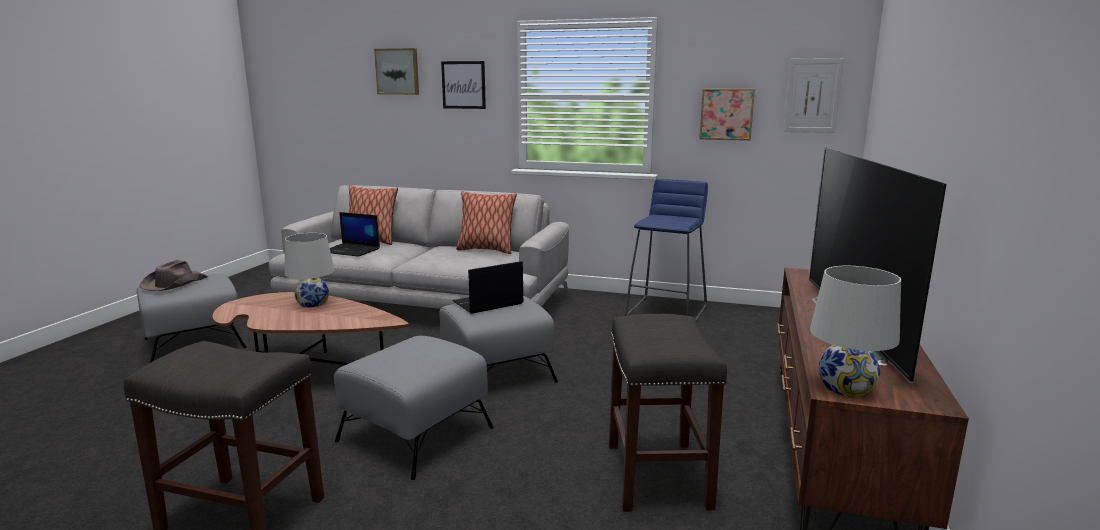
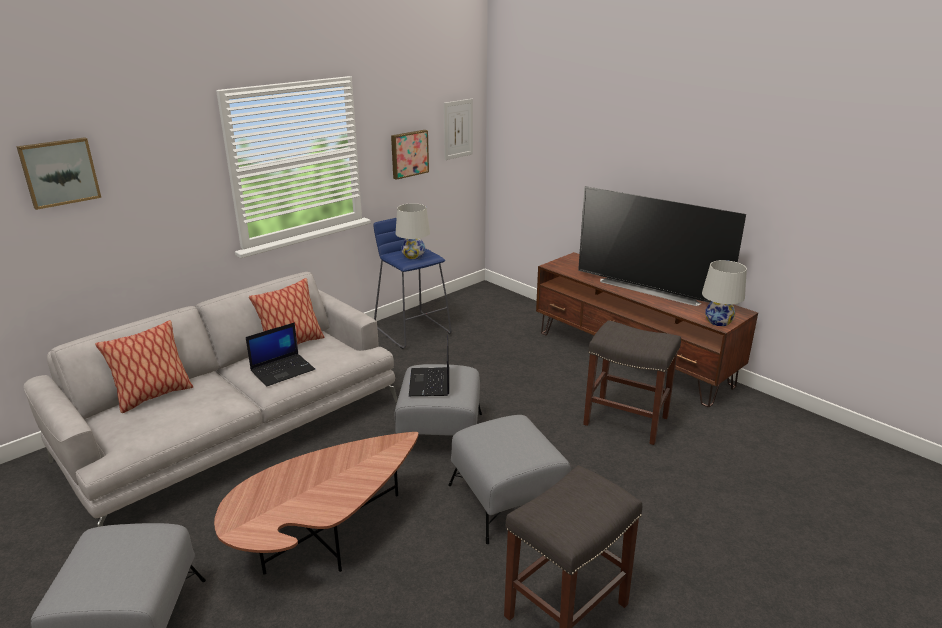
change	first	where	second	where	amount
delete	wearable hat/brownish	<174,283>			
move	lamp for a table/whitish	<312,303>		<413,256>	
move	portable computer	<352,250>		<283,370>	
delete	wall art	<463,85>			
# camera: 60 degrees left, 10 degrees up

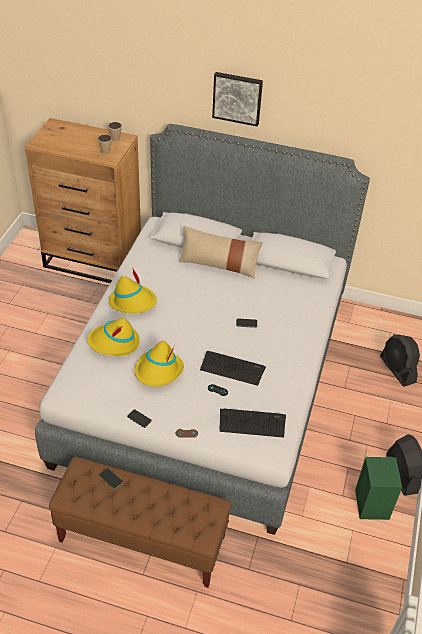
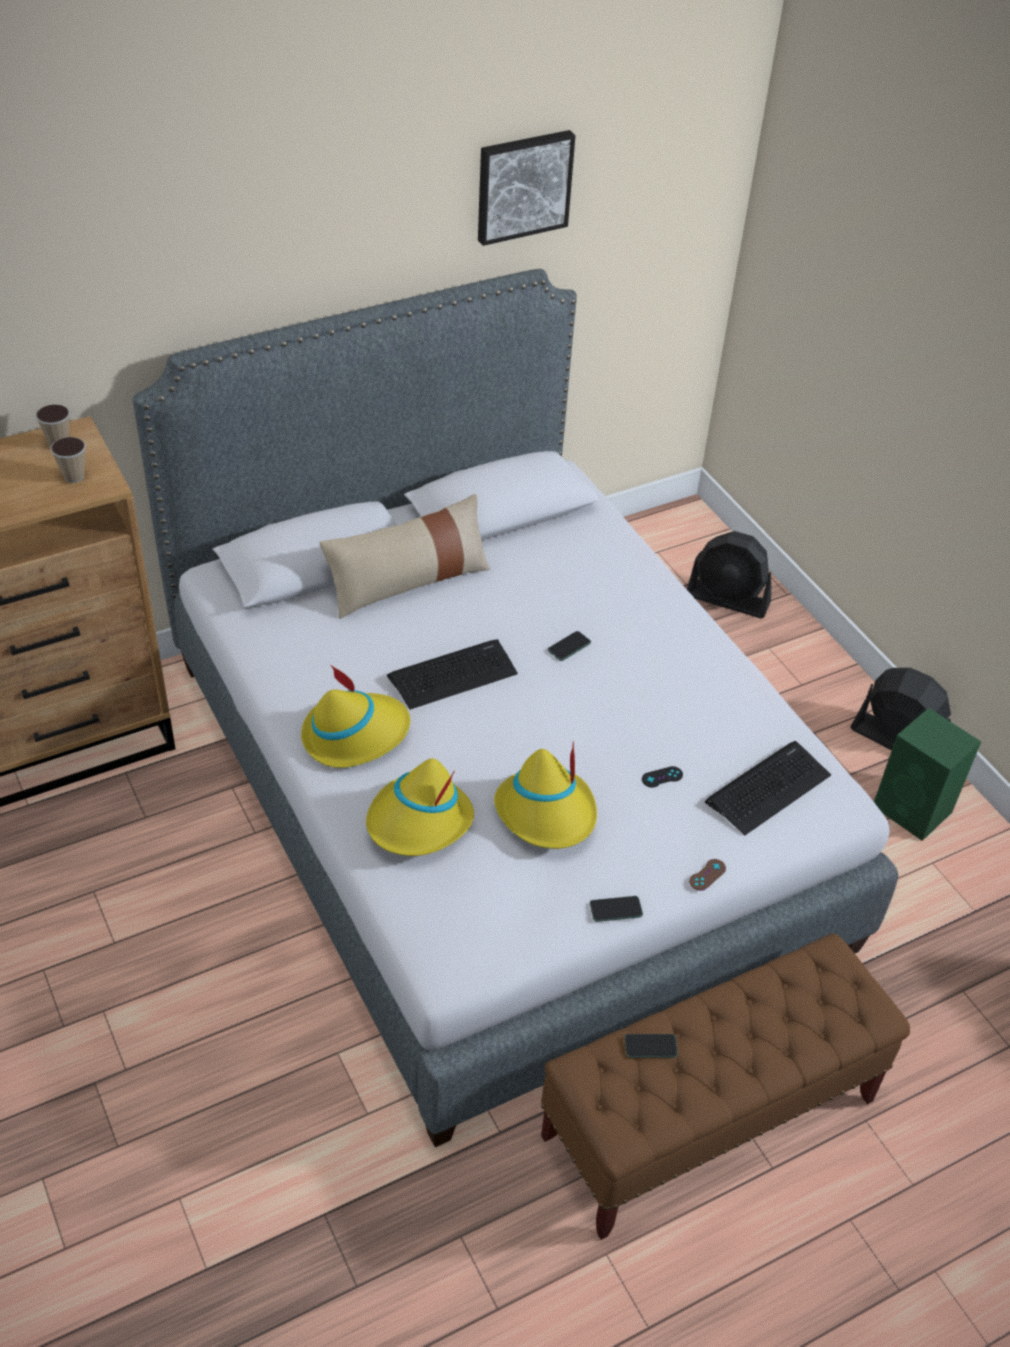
change	first	where	second	where	amount
move	PC keyboard	<232,368>		<453,674>	
move	wall art	<237,98>		<523,185>	
# camera: 45 degrees left, 0 degrees up

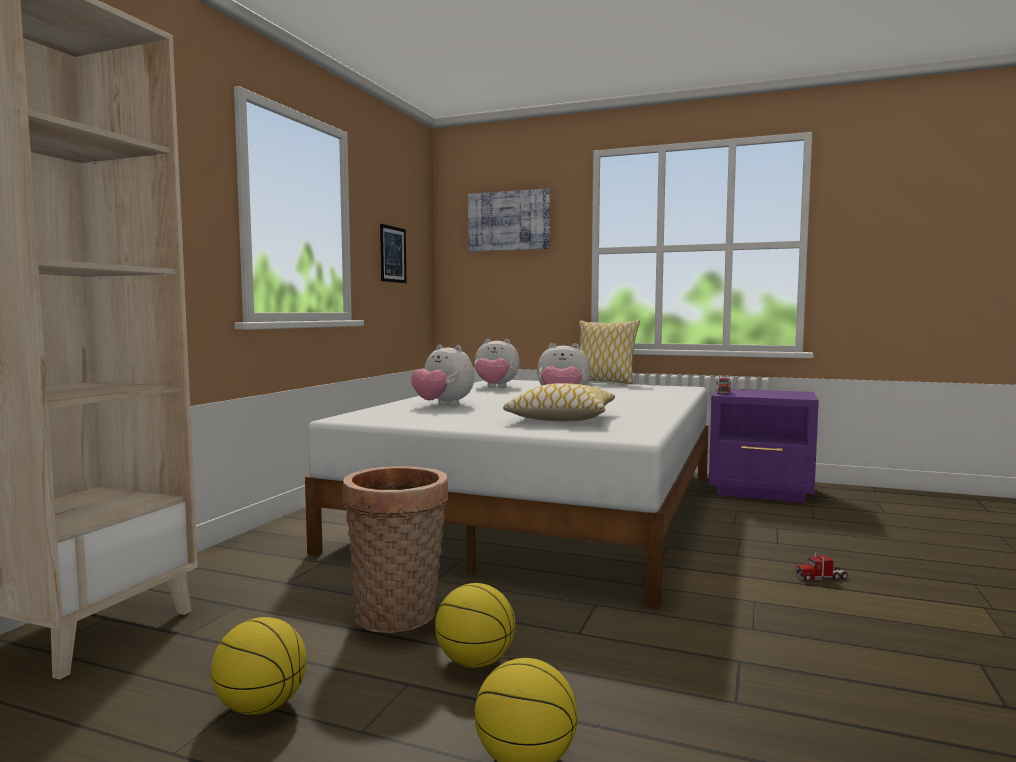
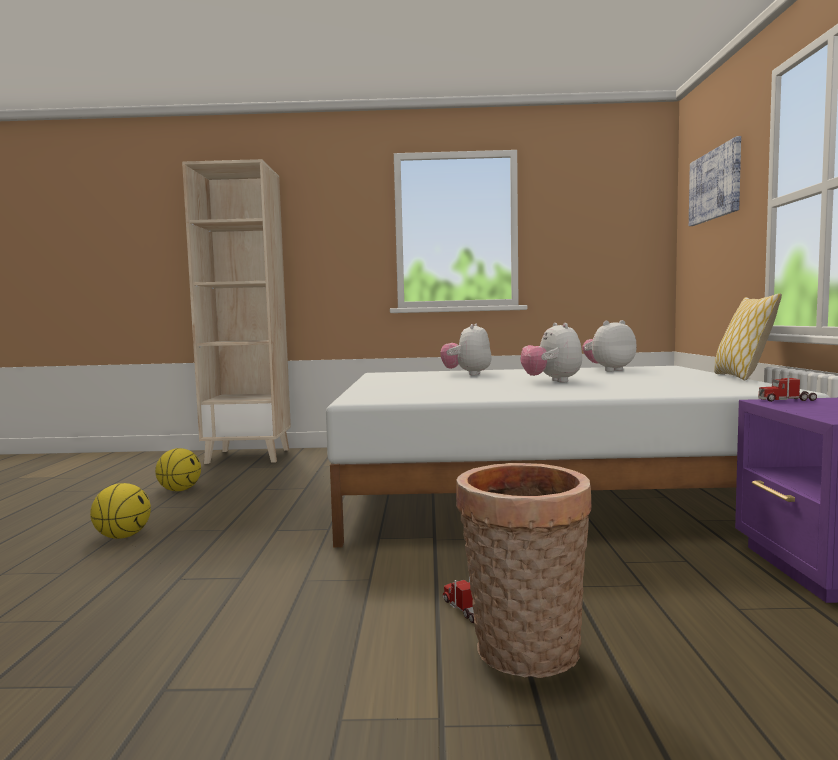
change	first	where	second	where	amount
move	storage basket	<398,618>		<524,654>	
delete	wall art	<393,254>			
delete	ball for basketball	<474,662>			
rotate	cuddly toy	<495,387>		<609,370>	75 degrees clockwise
delete	throw pillow	<561,418>			
# camera: 70 degrees right, 0 degrees up

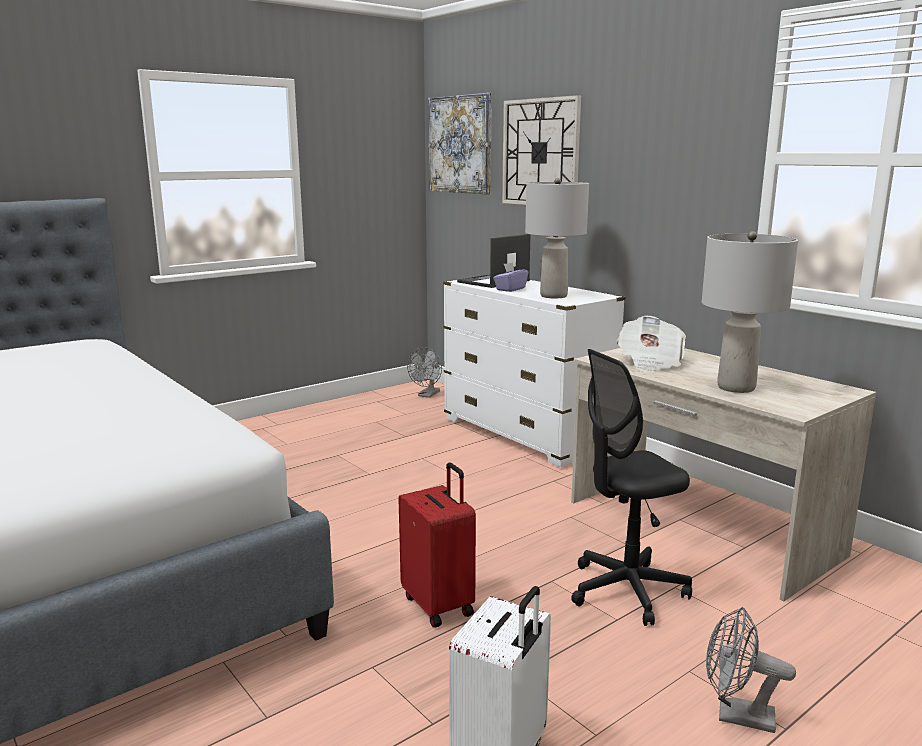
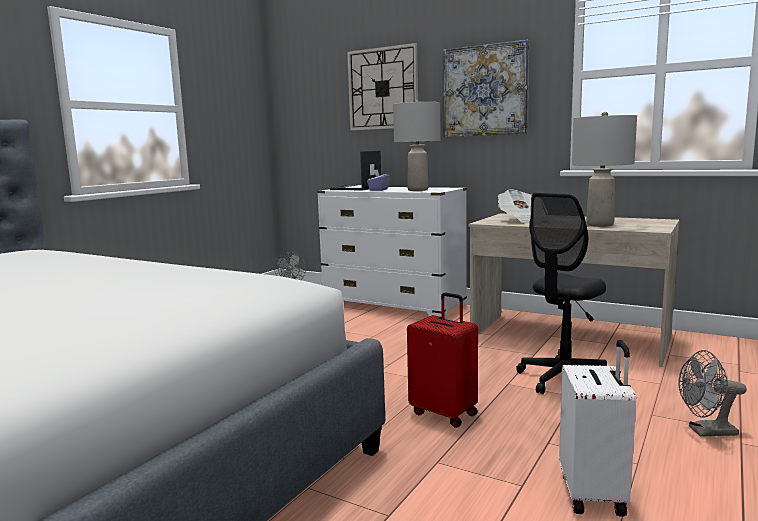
change	first	where	second	where	amount
move	wall art	<460,144>		<485,91>	
# camera: 20 degrees left, 5 degrees down

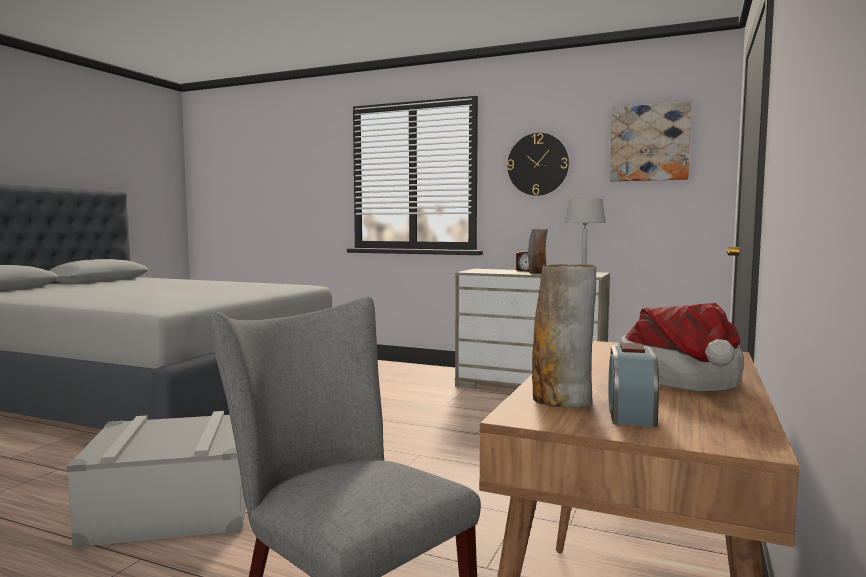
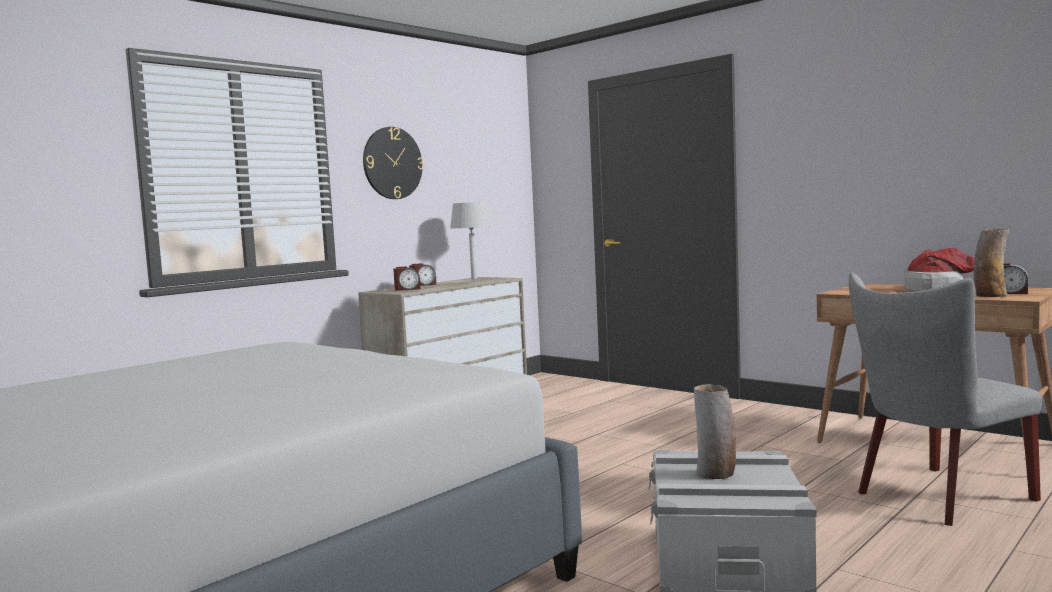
change	first	where	second	where	amount
move	flower vase	<537,273>		<715,474>	
delete	wall art	<649,143>			
insert			table clock	<407,289>	
# camera: 70 degrees left, 0 degrees up

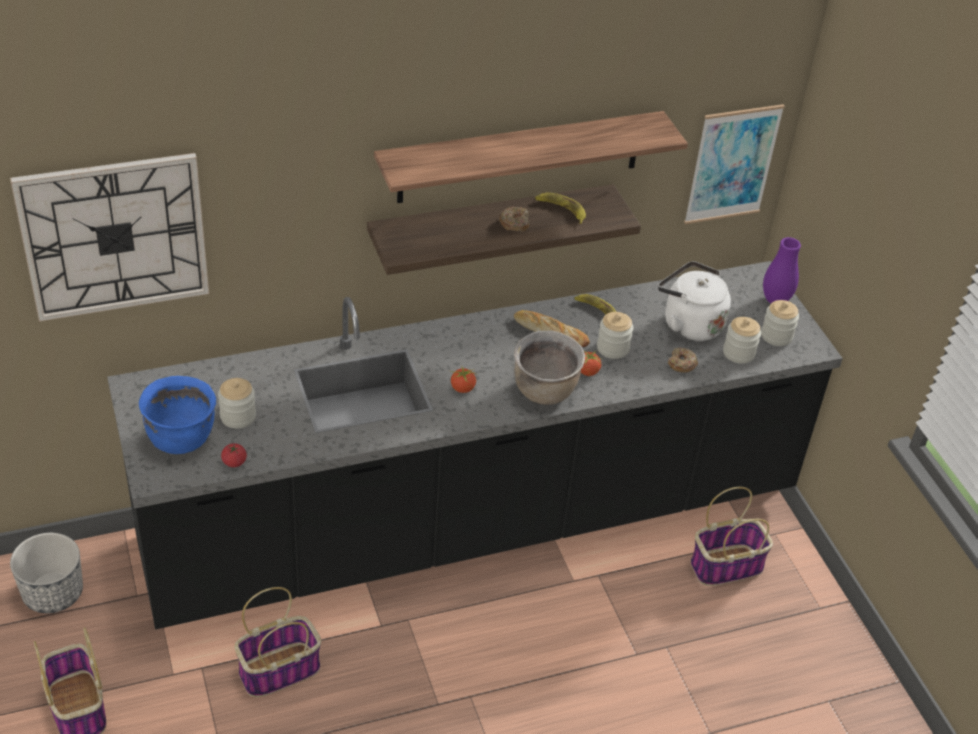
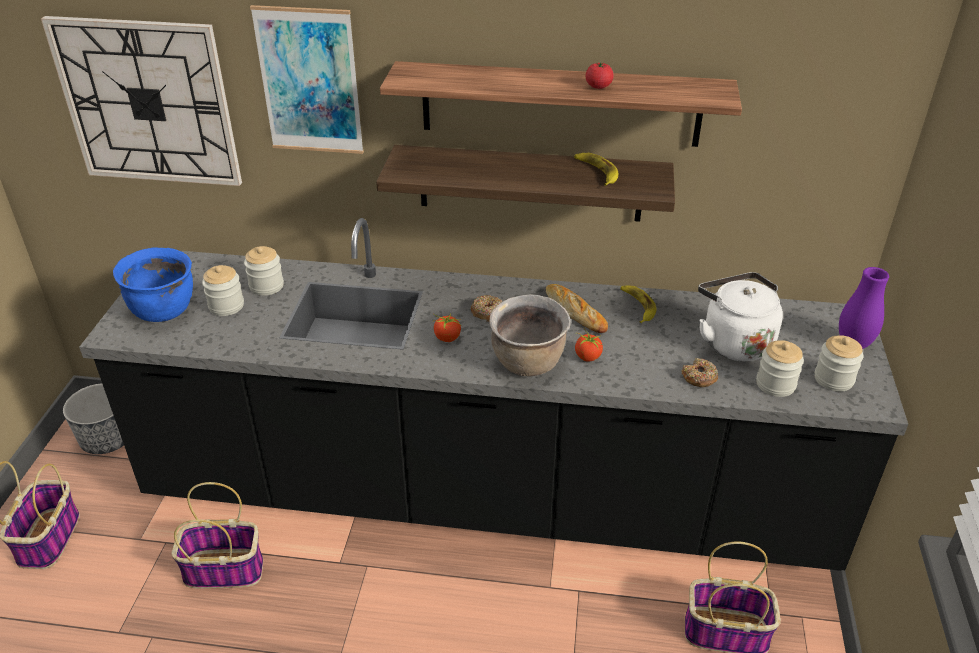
change	first	where	second	where	amount
move	fresh tomato	<234,462>		<598,86>	
move	donut	<515,223>		<487,312>	
move	storage jar	<612,348>		<266,286>	
move	wall art	<732,164>		<309,81>	
# camera: 30 degrees right, 5 degrees down

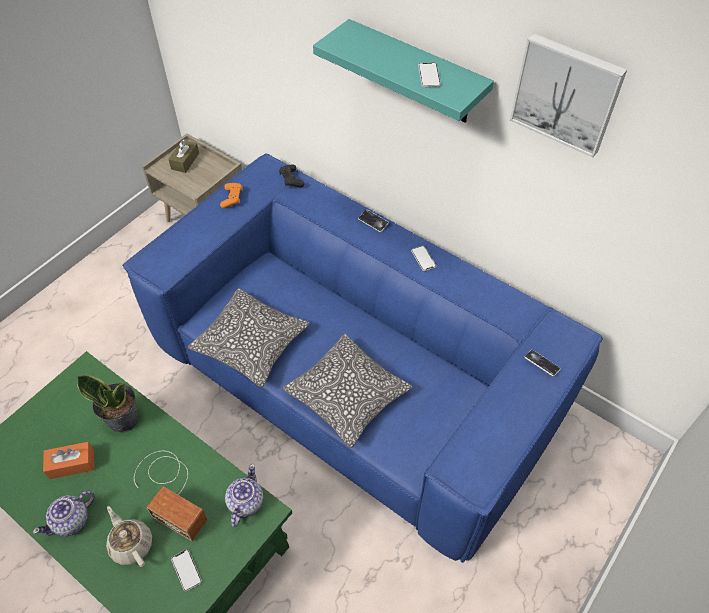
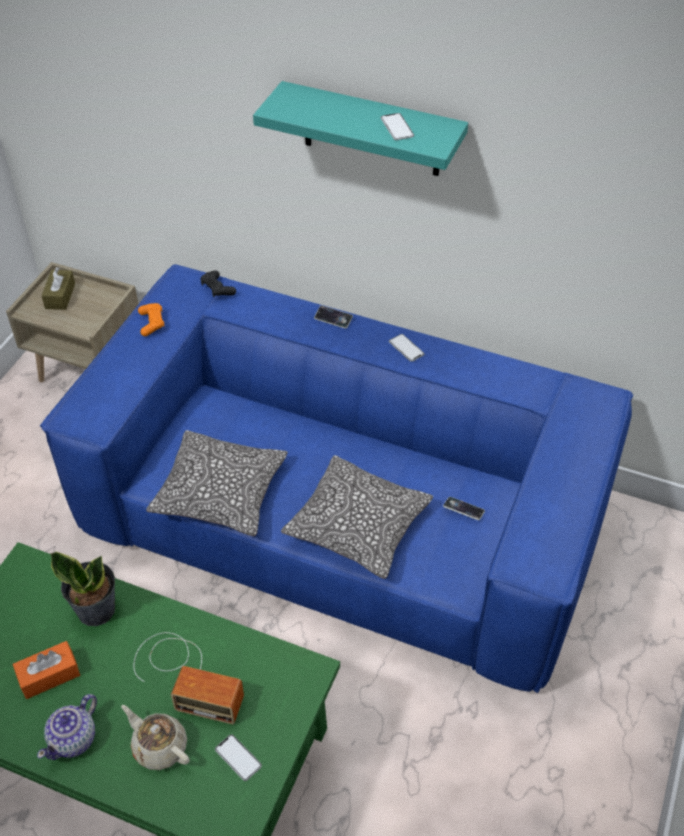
change	first	where	second	where	amount
delete	tea pot	<245,503>			
delete	wall art	<566,94>			
move	phone	<541,364>		<463,510>	
# camera: 15 degrees left, 5 degrees down

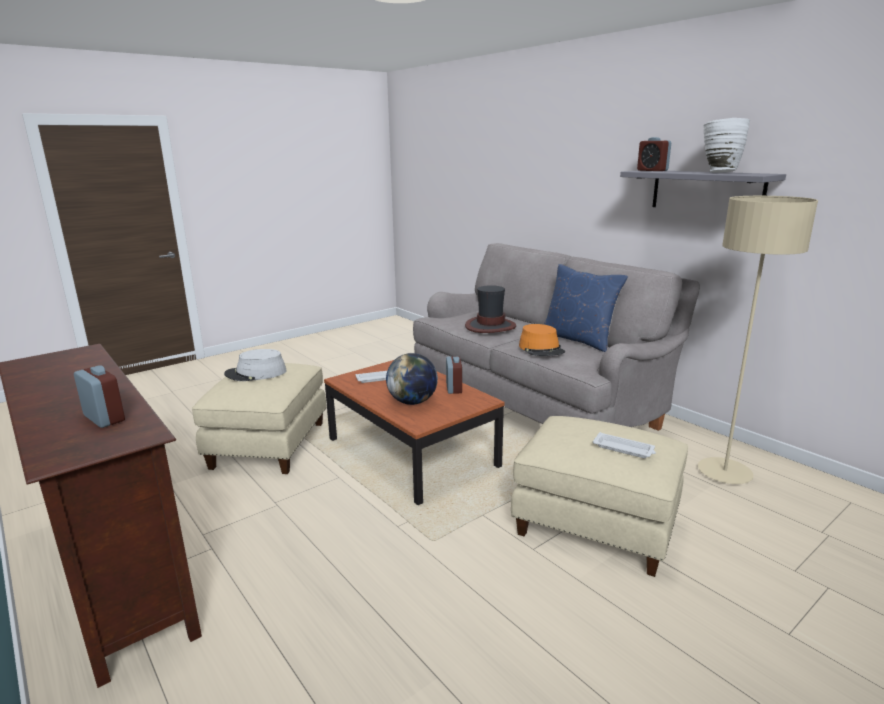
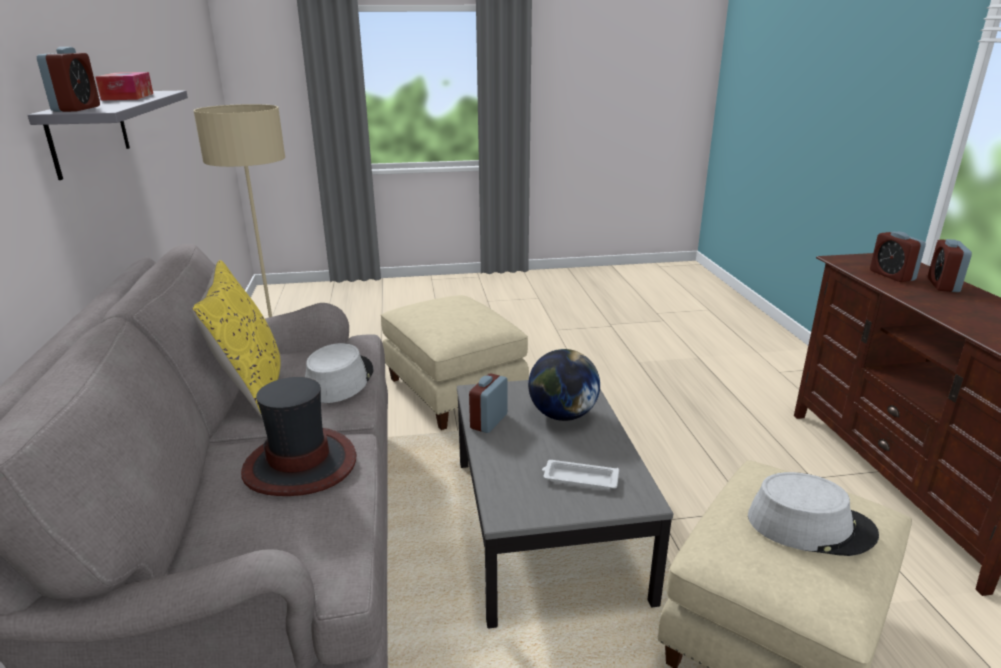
change	first	where	second	where	amount
recolor	coffee table/brownish	<412,452>	coffee table/greyish	<545,525>	
recolor	wearable hat/orange-coloured	<541,349>	wearable hat/greyish	<339,380>	
recolor	throw pillow/blue	<578,339>	throw pillow/yellow-coloured	<251,388>	
delete	serving tray/whitish	<624,449>			
replace	flower vase/whitish	<719,172>	tissue box	<128,97>	
insert			table clock	<943,285>	
# camera: 150 degrees left, 5 degrees up

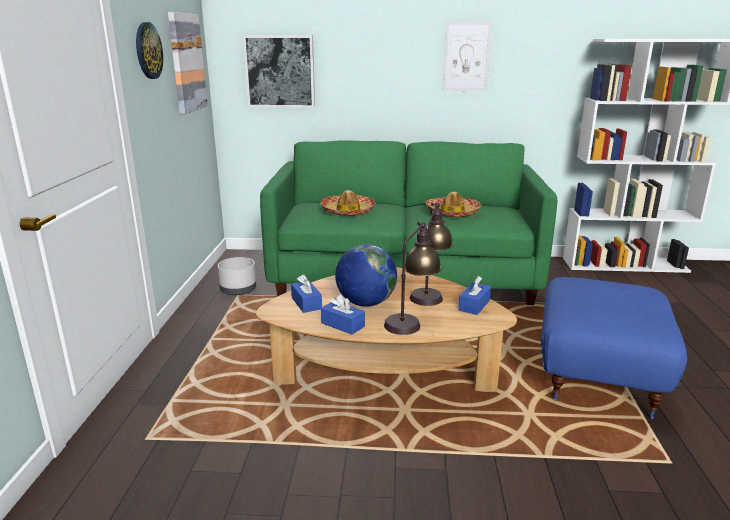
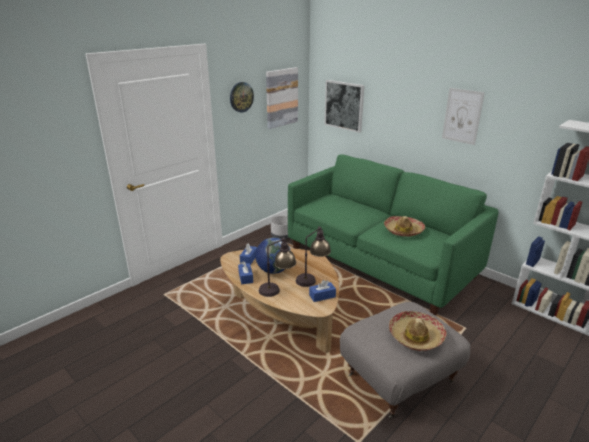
change	first	where	second	where	amount
move	wearable hat	<348,211>		<416,336>	
recolor	footrest/blue	<596,376>	footrest/greyish	<399,377>	
# camera: 40 degrees right, 5 degrees up

